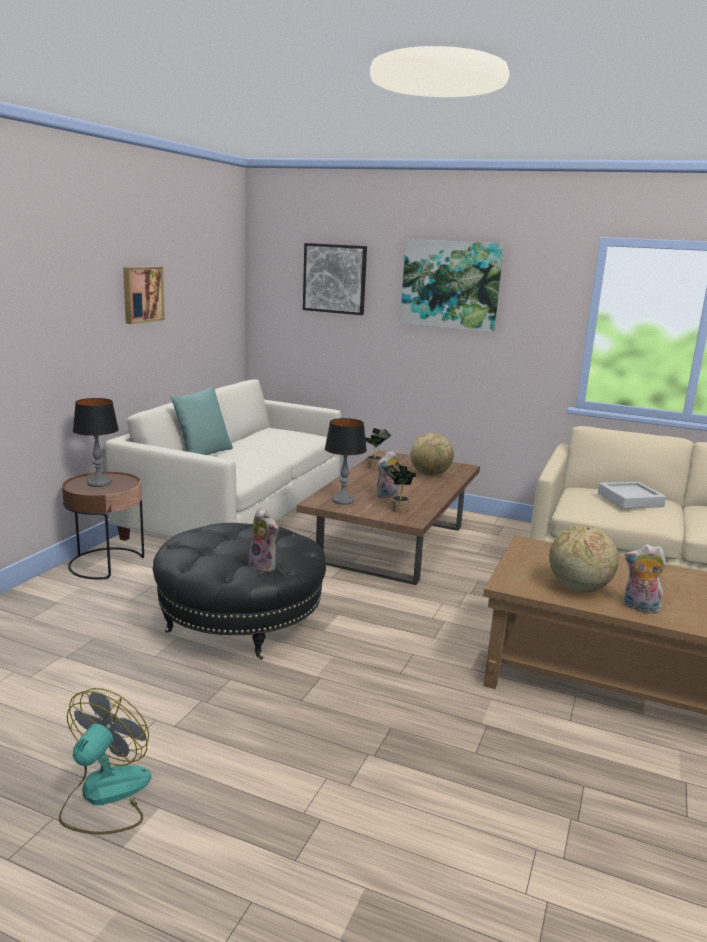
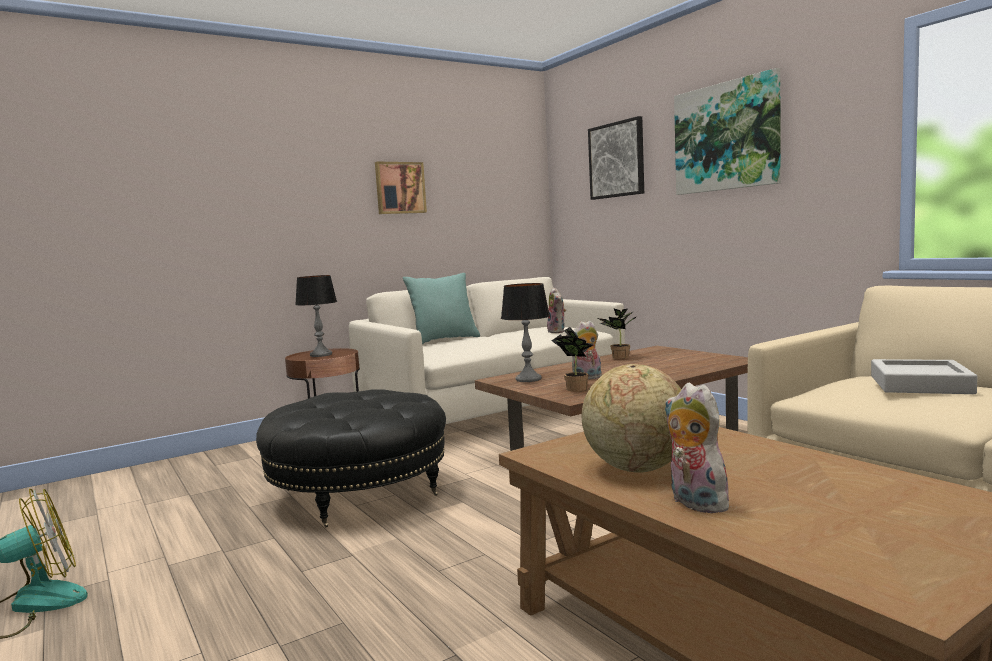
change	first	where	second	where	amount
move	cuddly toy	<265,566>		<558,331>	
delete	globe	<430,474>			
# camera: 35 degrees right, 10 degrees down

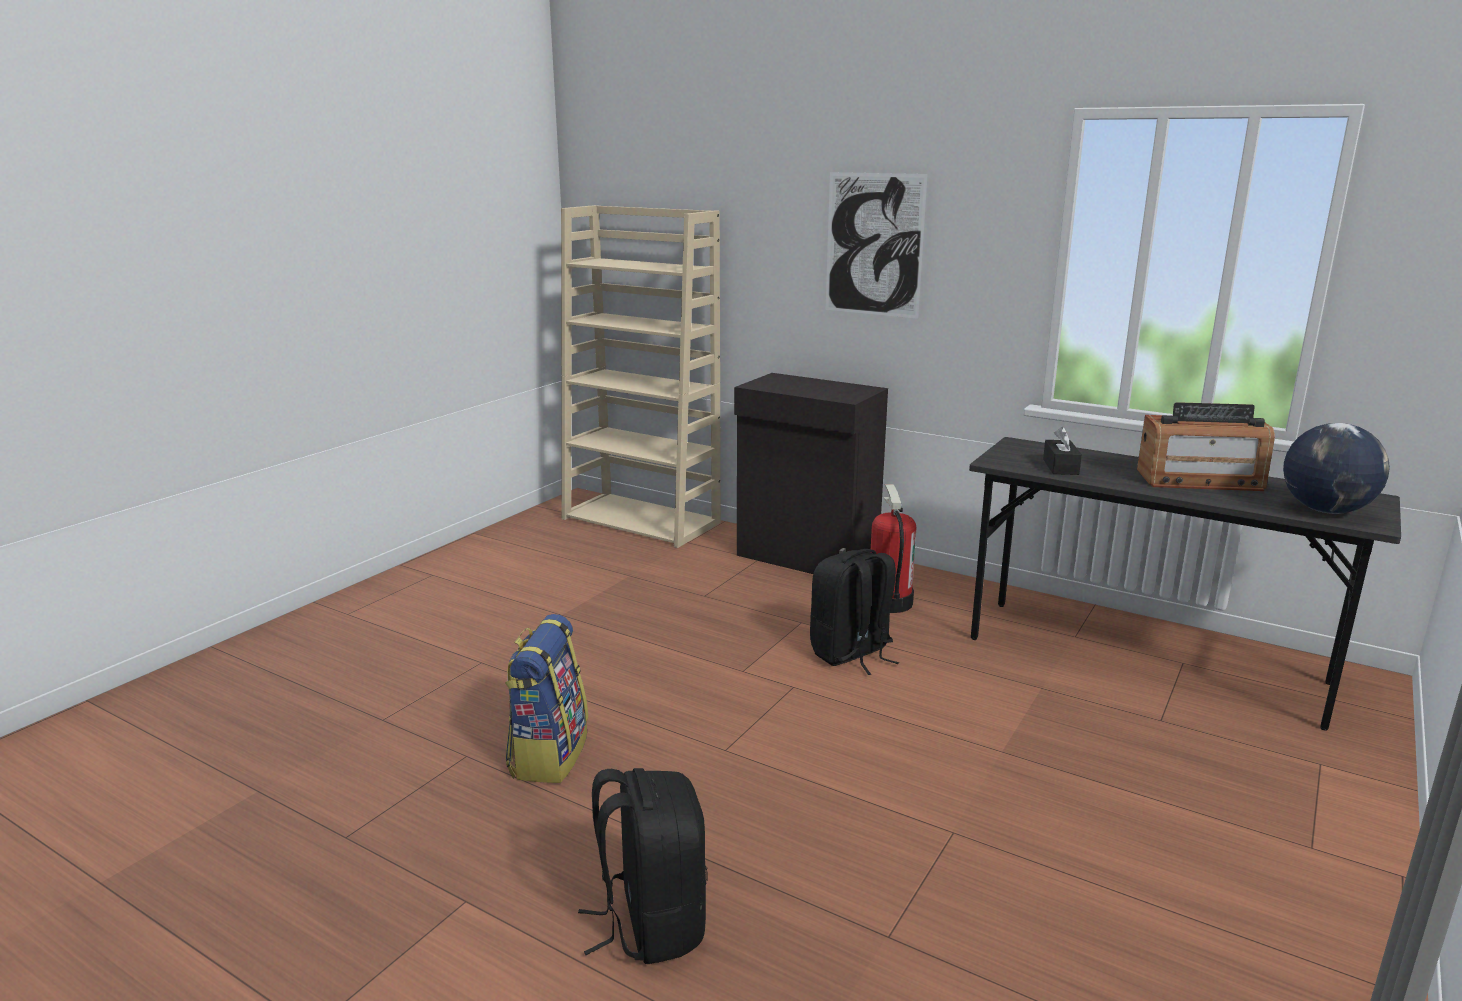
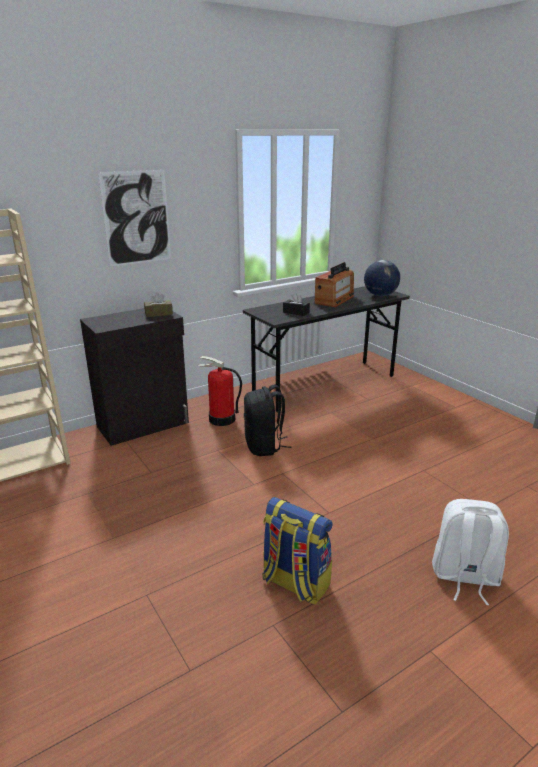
change	first	where	second	where	amount
recolor	knapsack/black	<650,923>	knapsack/whitish	<464,577>	
insert			tissue box/brownish	<158,314>	
# camera: 65 degrees left, 5 degrees up

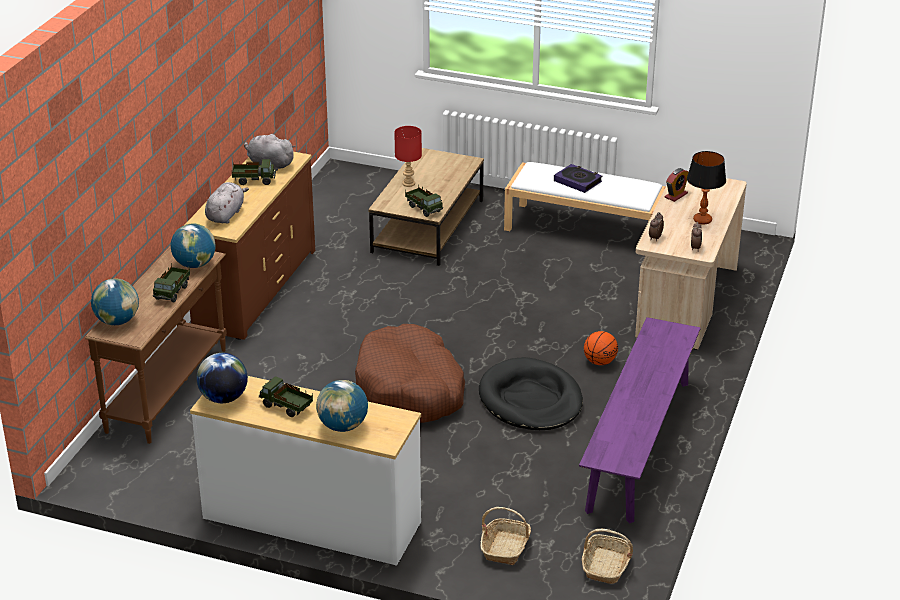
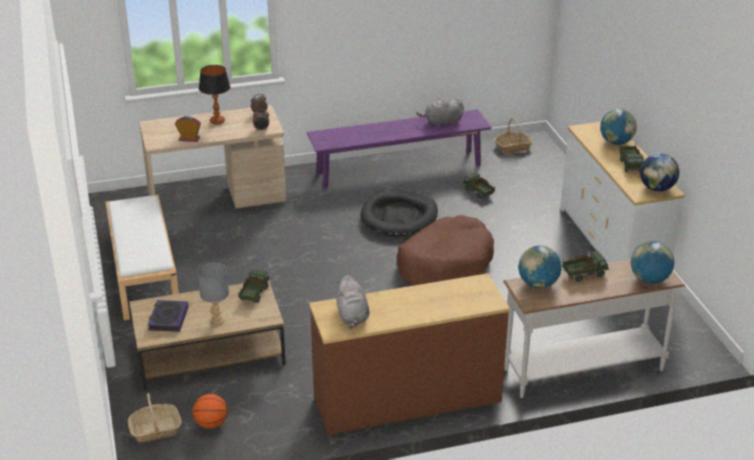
change	first	where	second	where	amount
recolor	hall table/brownish	<168,390>	hall table/whitish	<583,368>	
move	cuddly toy/greyish	<226,214>		<442,122>	
move	model truck	<254,180>		<478,193>	
recolor	lamp for a table/reddish	<408,183>	lamp for a table/greyish	<216,321>	
move	storage basket	<505,548>		<155,430>	
move	book	<578,181>		<168,319>	
move	ball for basketball	<600,362>		<211,424>	
# camera: 125 degrees left, 0 degrees up

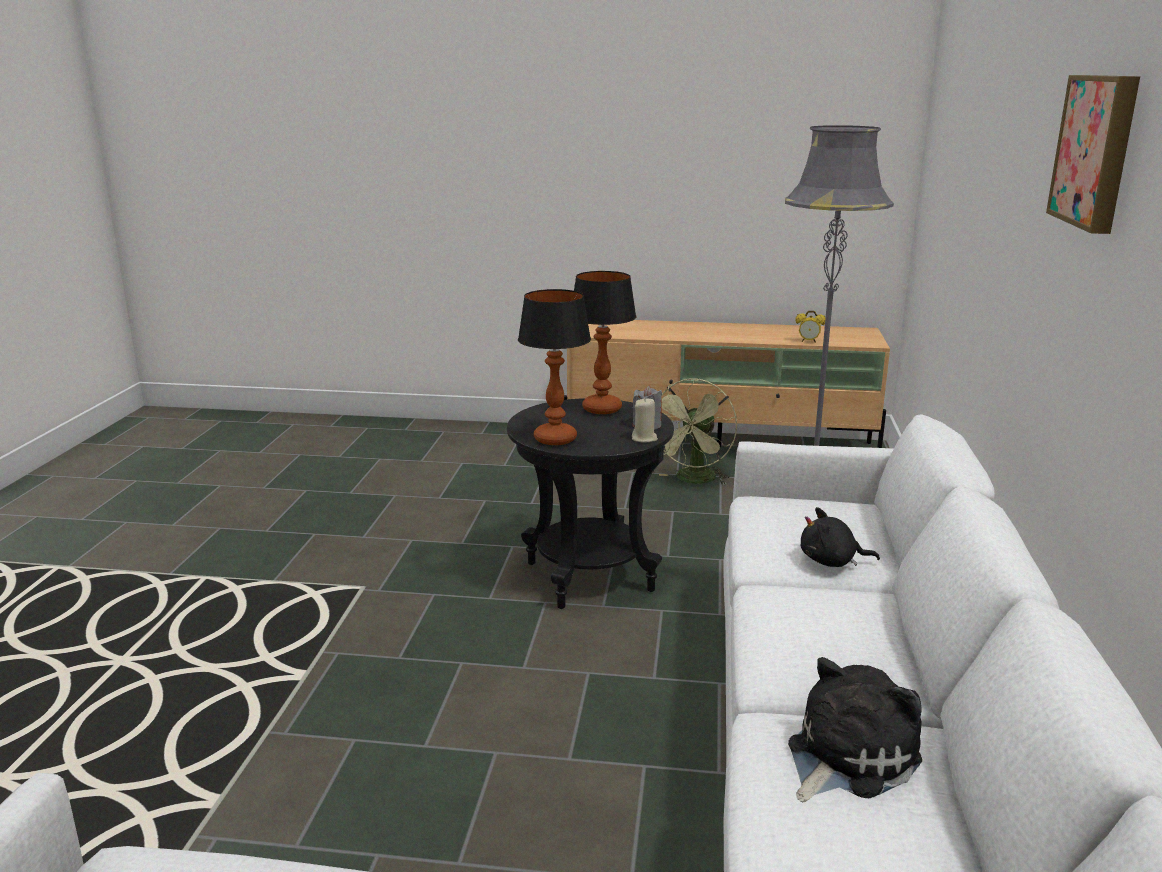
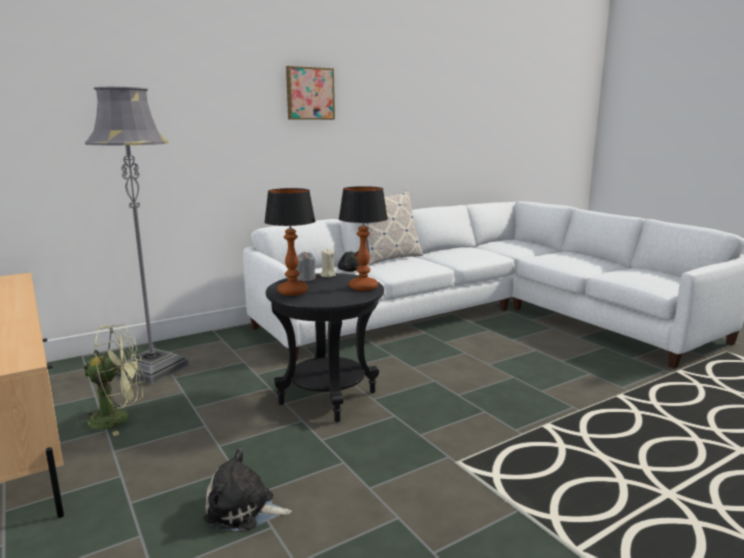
change	first	where	second	where	amount
move	cuddly toy	<846,757>		<244,510>	
delete	table clock	<808,341>			
insert			throw pillow	<389,258>	
# camera: 130 degrees left, 5 degrees down

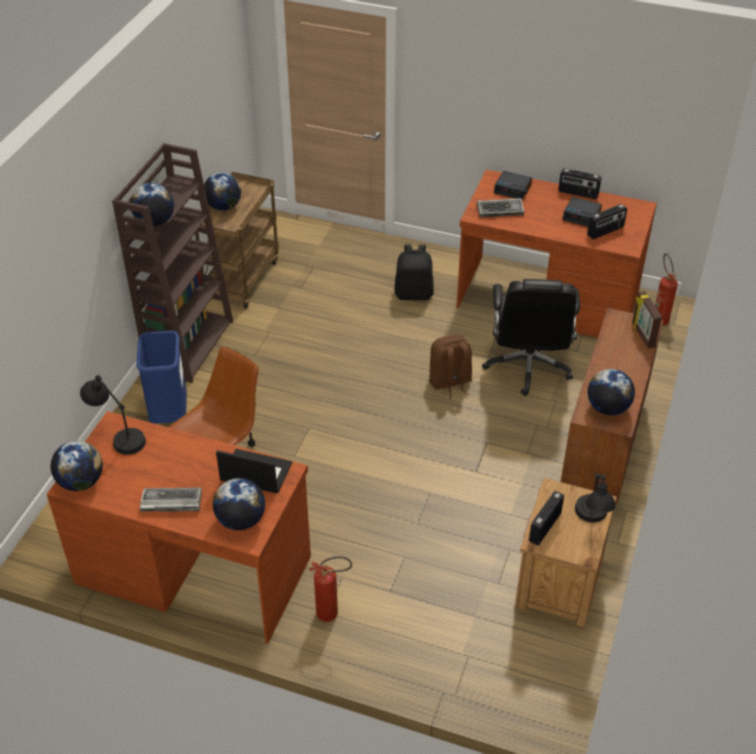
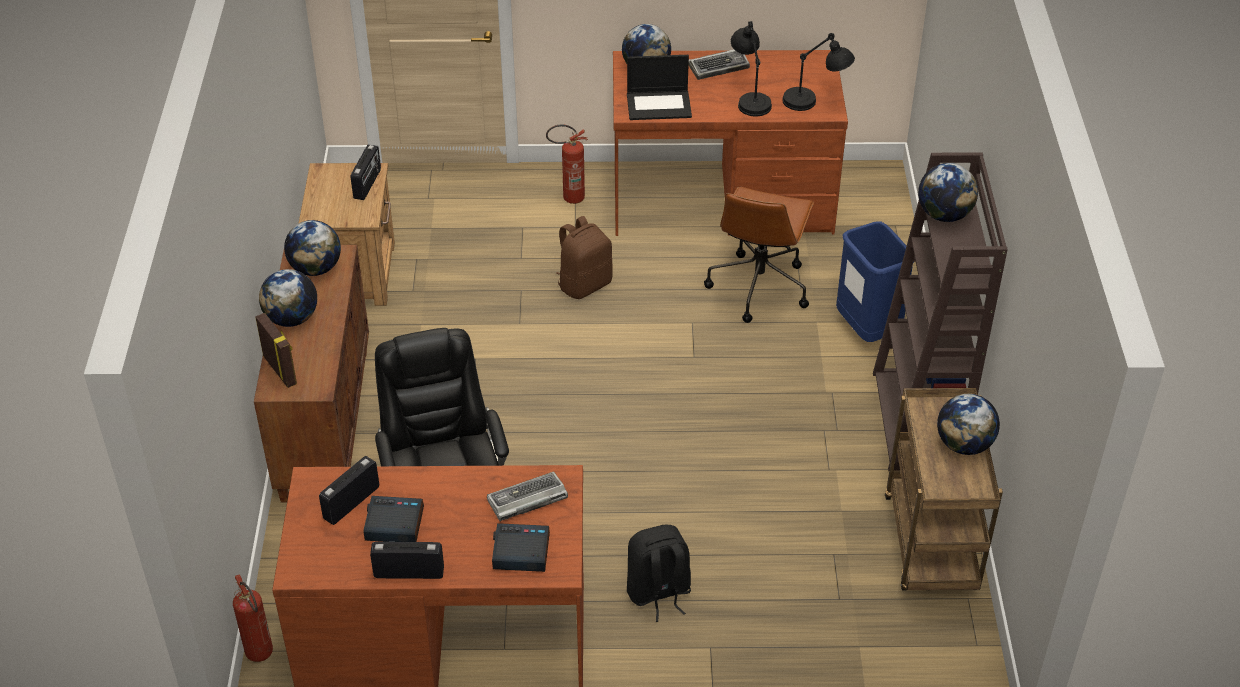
change	first	where	second	where	amount
move	globe	<81,482>		<292,319>	
move	knapsack/brownish	<450,383>		<584,284>	
move	lamp for a table/black	<592,521>		<749,97>	
# camera: 160 degrees right, 0 degrees up

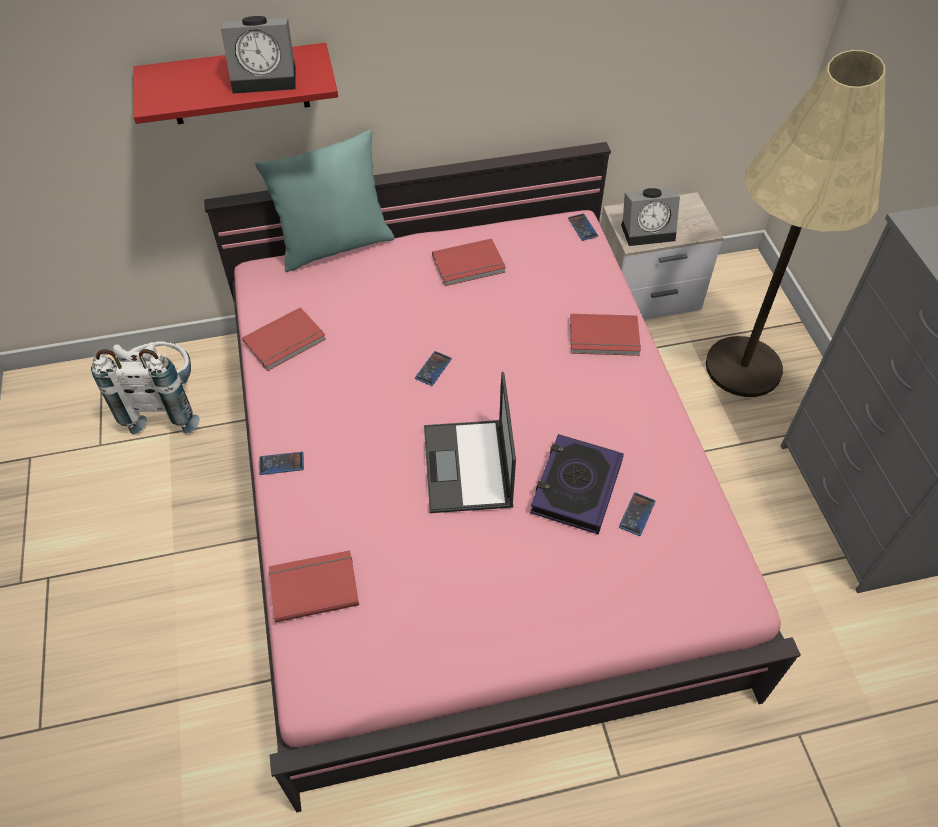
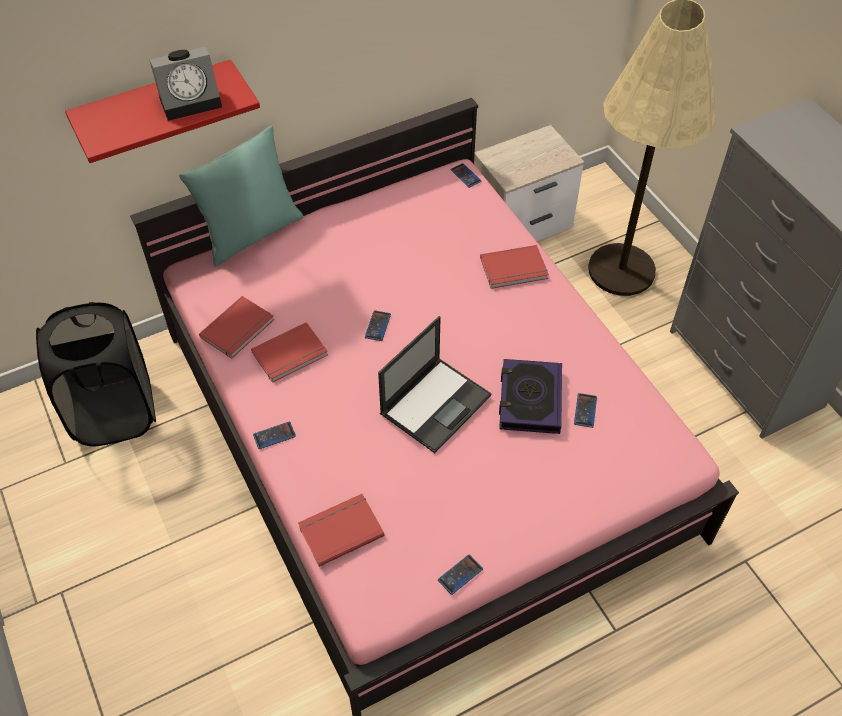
change	first	where	second	where	amount
replace	knapsack/whitish	<164,405>	washing basket/black	<114,413>	
rotate	portable computer	<468,468>		<436,403>	120 degrees counterclockwise
move	book/reddish	<469,265>		<291,355>	
delete	table clock	<648,230>			
insert			phone	<460,574>	
# camera: 15 degrees left, 0 degrees up

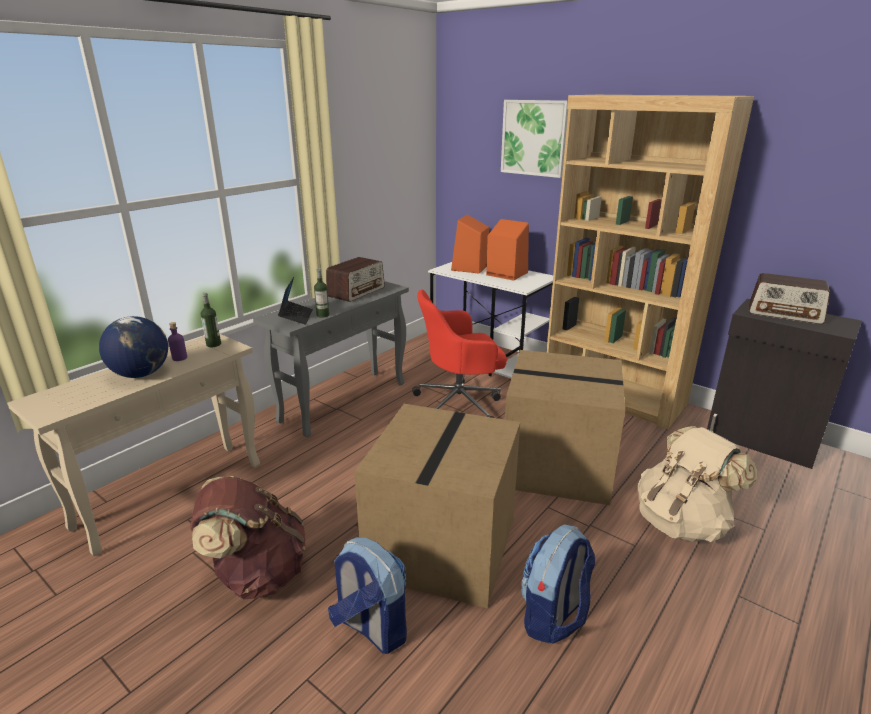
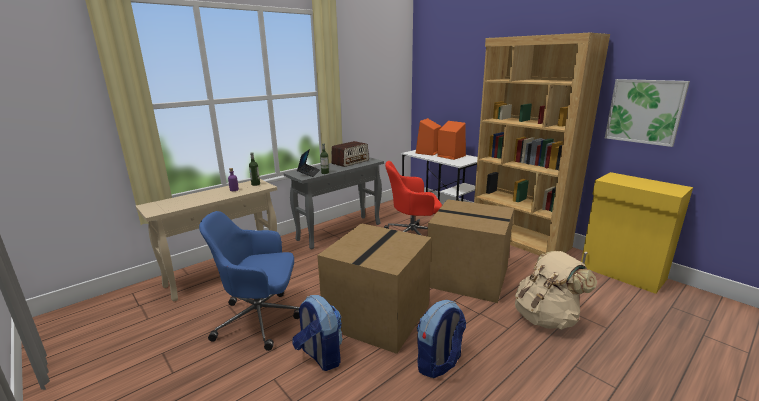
change	first	where	second	where	amount
delete	globe	<141,374>			
replace	knapsack/brownish	<257,574>	desk chair/blue	<261,319>	
move	wall art	<534,138>		<644,111>	
recolor	cabinet/black	<762,440>	cabinet/yellow-coloured	<622,273>	
delete	radio receiver	<785,313>			
# camera: 10 degrees right, 5 degrees down

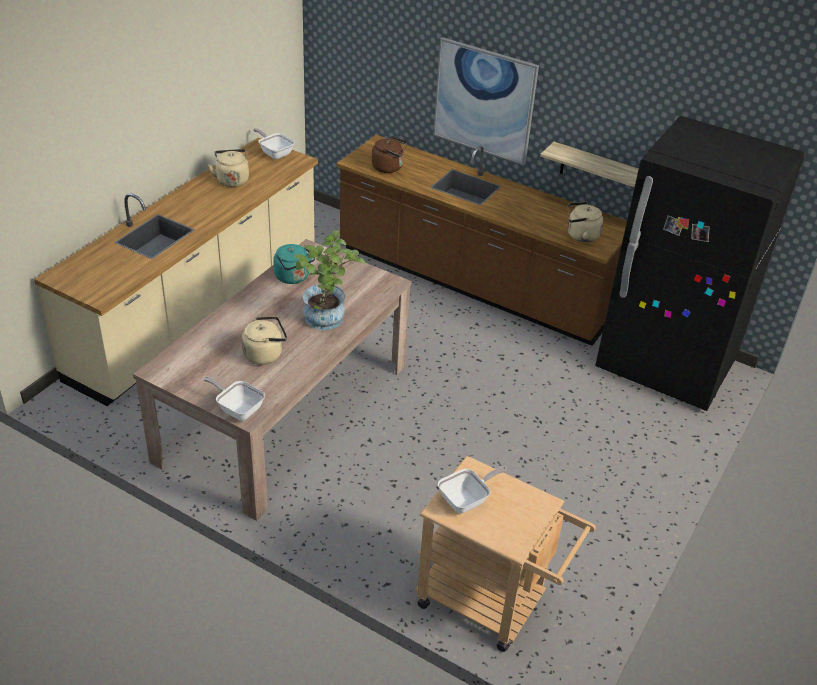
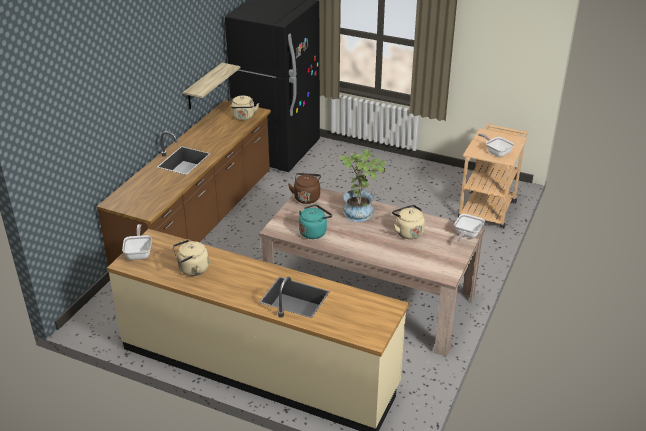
change	first	where	second	where	amount
rotate	skillet	<274,153>		<139,253>	135 degrees clockwise
move	water kettle/brownish	<389,167>		<306,197>	
delete	wall art	<484,101>			
# camera: 95 degrees left, 5 degrees down

